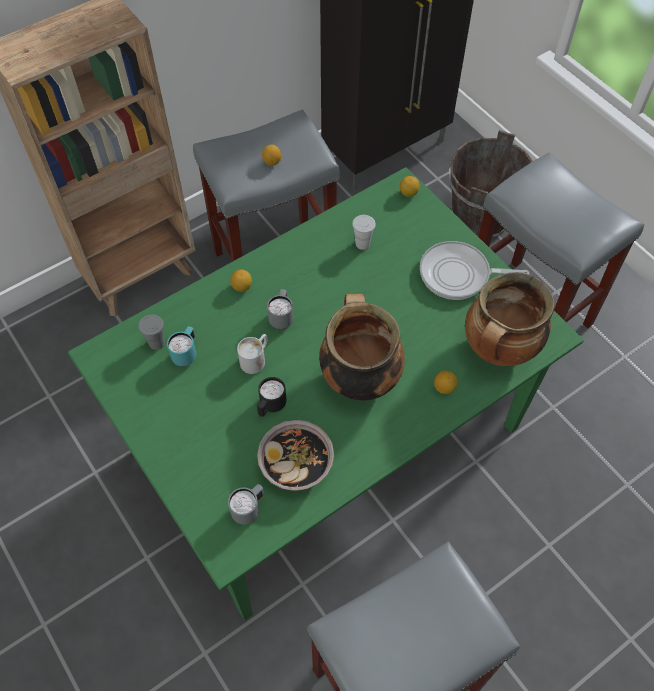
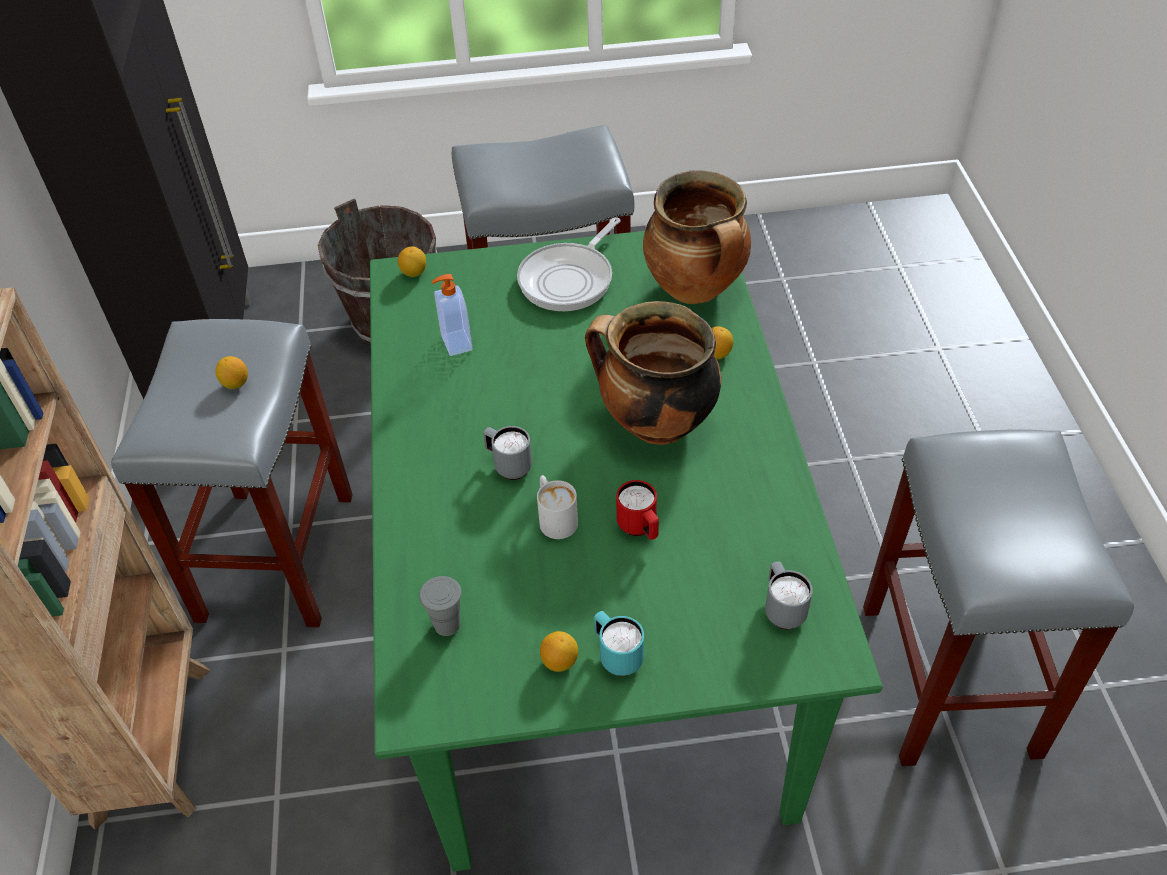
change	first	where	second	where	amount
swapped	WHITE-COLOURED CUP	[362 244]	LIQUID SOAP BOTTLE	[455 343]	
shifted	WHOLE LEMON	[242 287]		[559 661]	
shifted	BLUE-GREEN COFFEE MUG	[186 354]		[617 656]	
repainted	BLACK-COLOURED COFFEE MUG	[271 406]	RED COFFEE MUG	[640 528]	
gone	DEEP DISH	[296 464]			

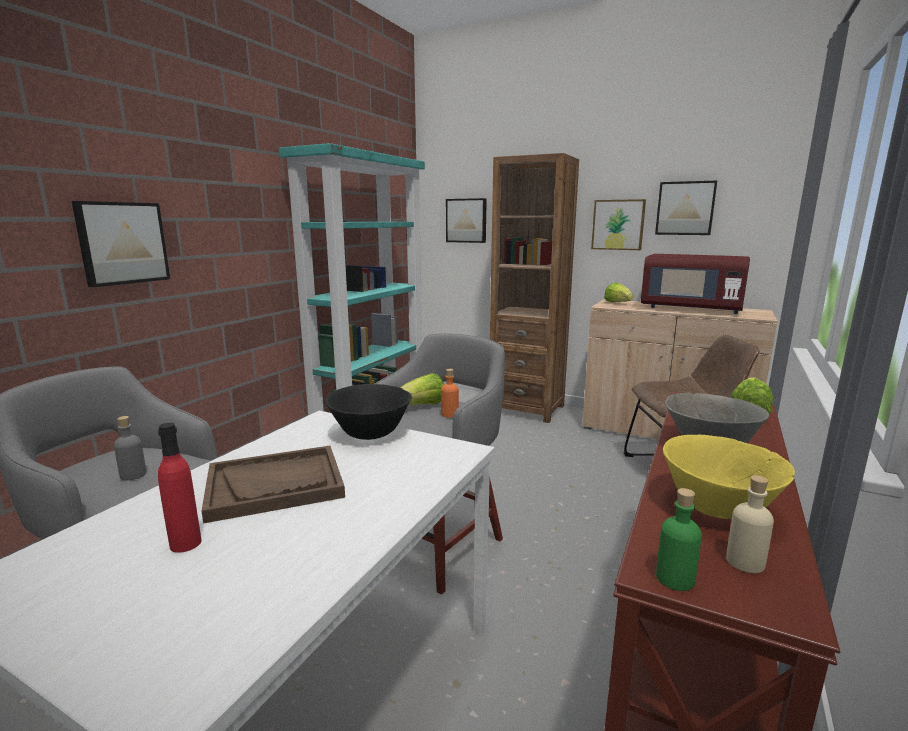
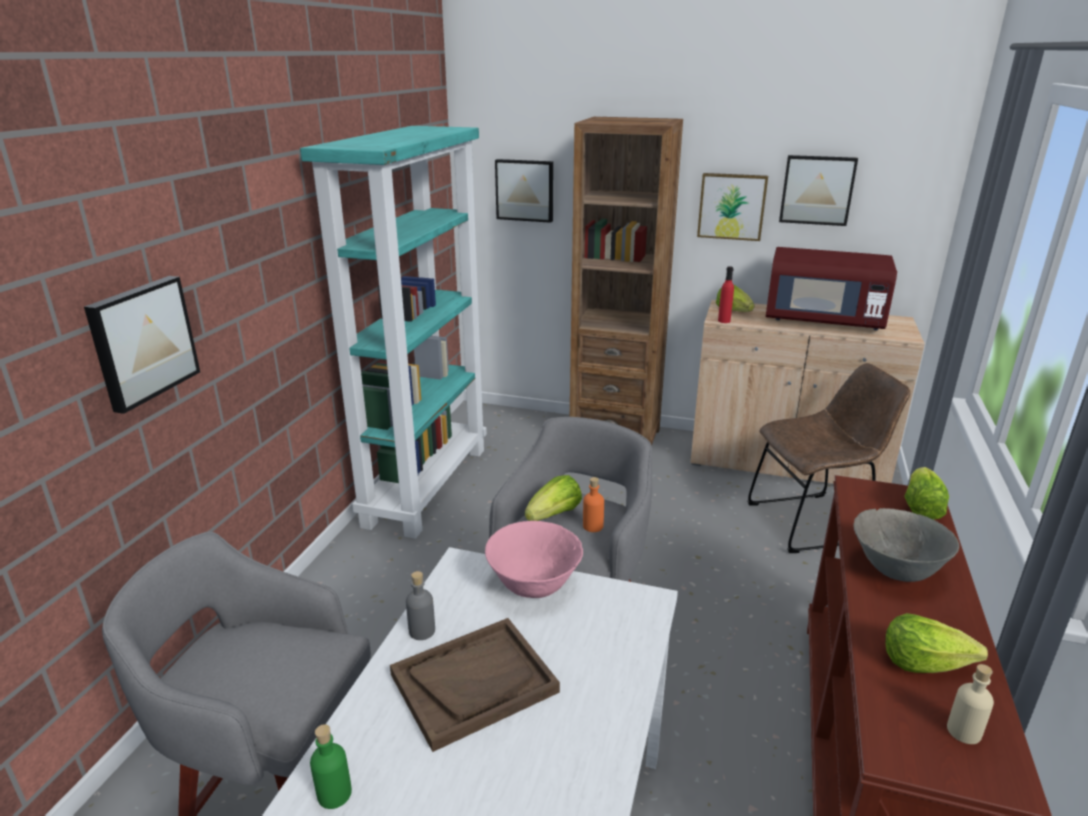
change	first	where	second	where	amount
repainted	BLACK-COLOURED DEEP DISH	[370 434]	PINK-COLOURED DEEP DISH	[533 585]	
shifted	GREYISH BEVERAGE BOTTLE	[133 475]		[422 631]	
shifted	RED BEVERAGE BOTTLE	[185 543]		[724 321]	
swapped	YELLOWISH DEEP DISH	[717 507]	LETTUCE HEAD	[924 662]	
shifted	GREENISH BEVERAGE BOTTLE	[674 578]		[334 794]	

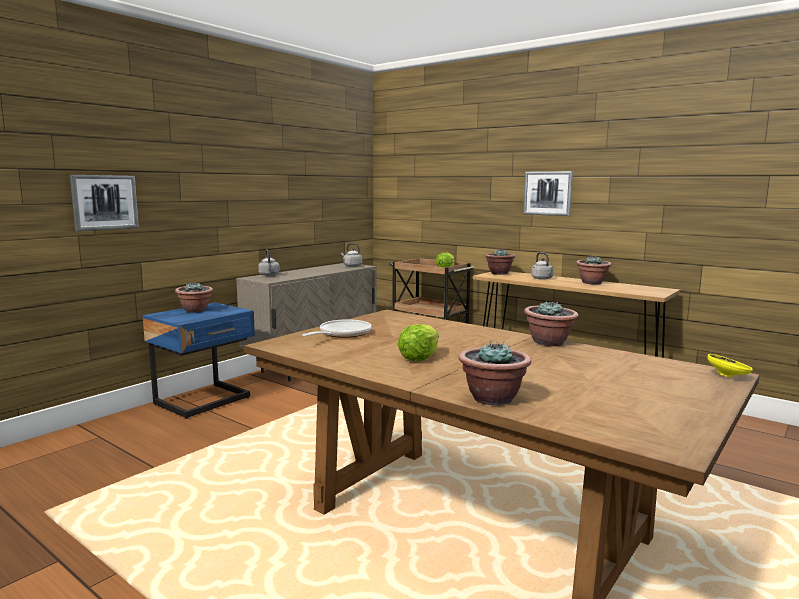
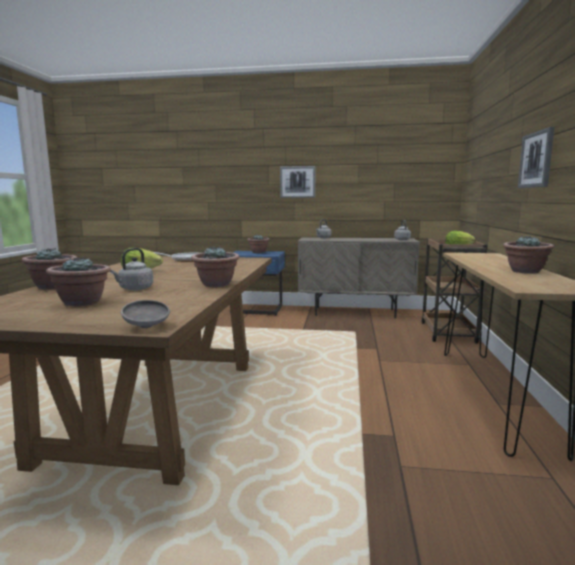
change	first	where	second	where	amount
shifted	PICTURE	[104 202]		[297 182]	
shifted	POTTED PLANT	[499 273]		[82 303]	
shifted	GREYISH WATER KETTLE	[542 279]		[134 289]	
repainted	YELLOWISH DEEP DISH	[728 376]	GREYISH DEEP DISH	[146 327]	

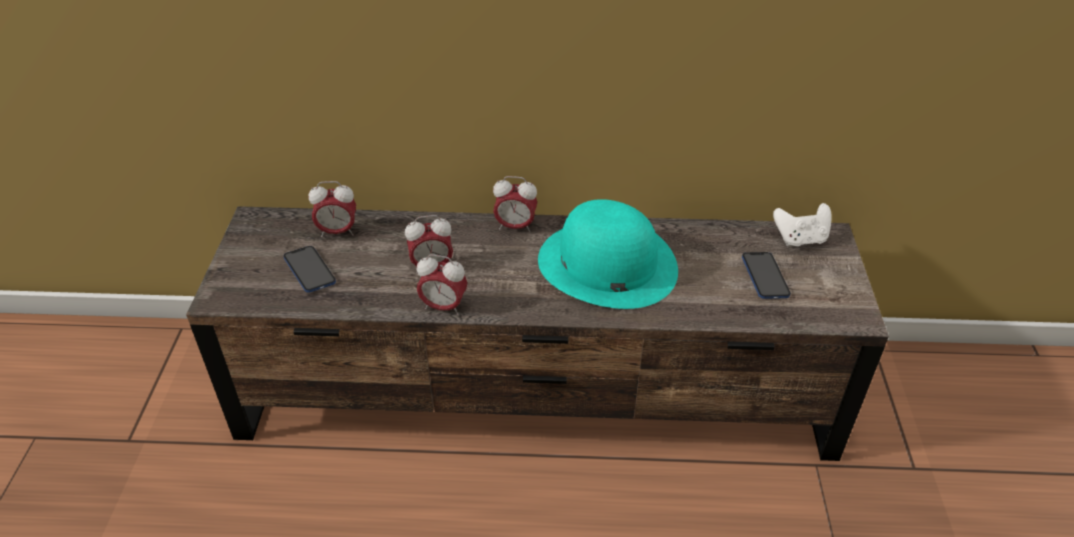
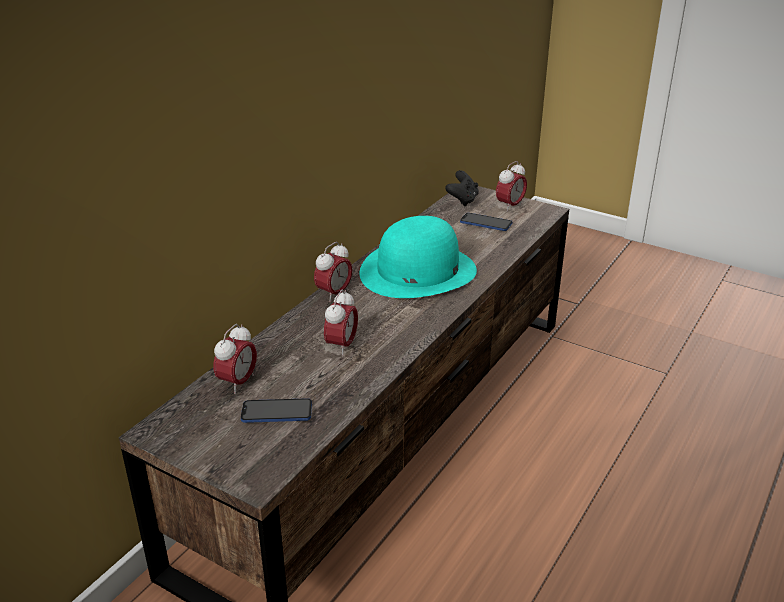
change	first	where	second	where	amount
repainted	WHITE-COLOURED GAMEPAD	[800 239]	BLACK-COLOURED GAMEPAD	[462 200]	
shifted	TABLE CLOCK	[443 307]		[510 206]	

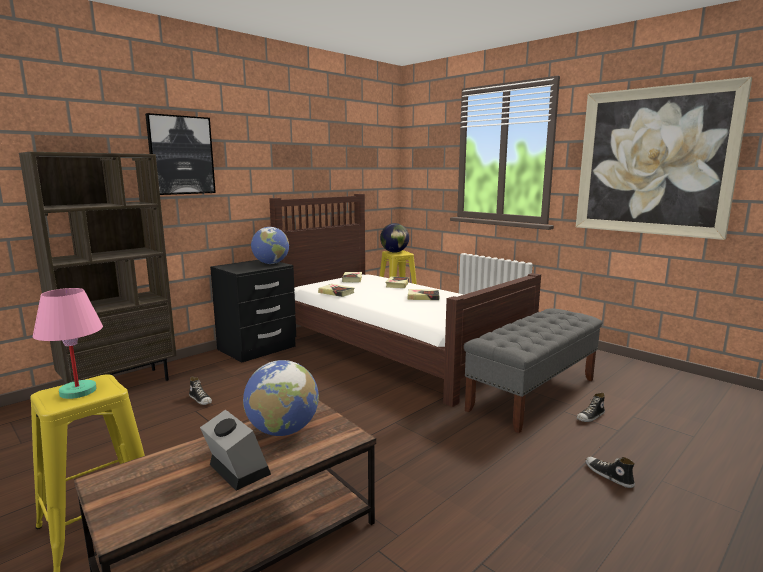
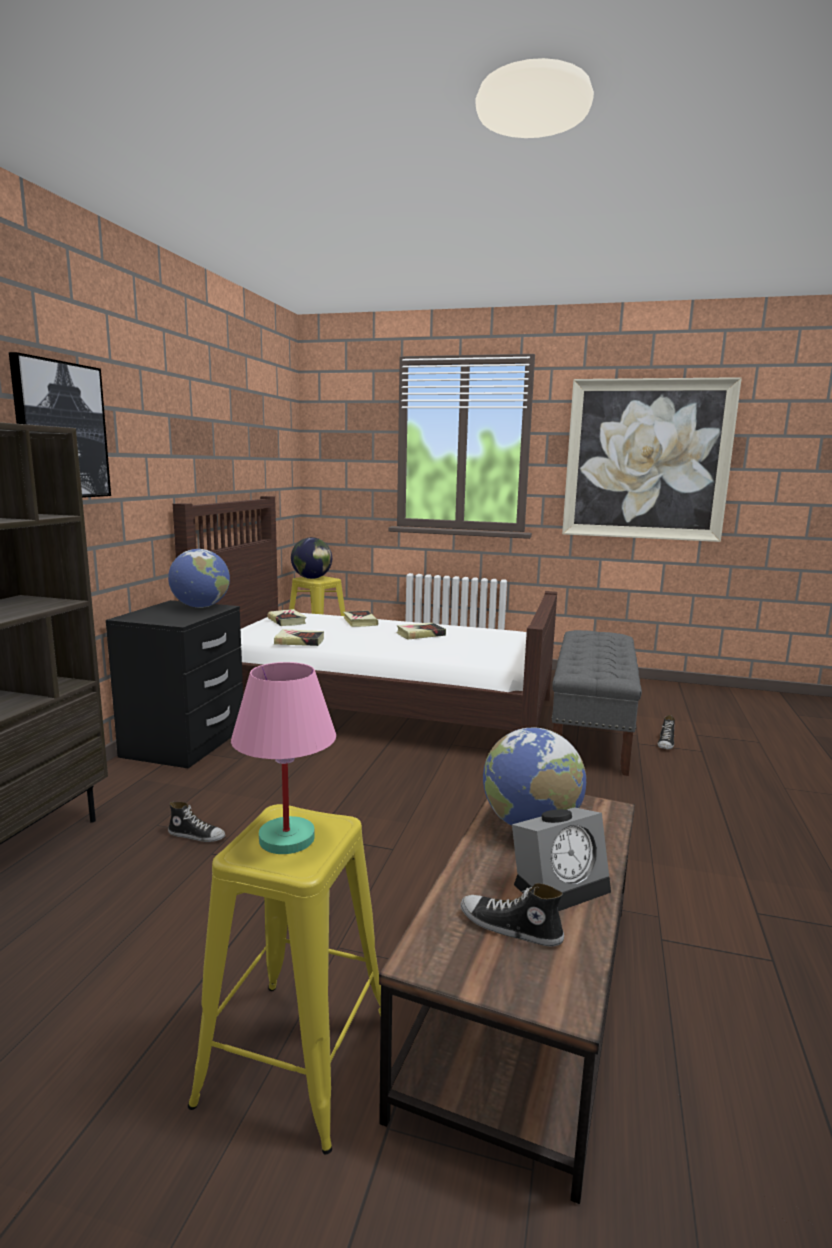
change	first	where	second	where	amount
rotated	TABLE CLOCK	[235 469]		[561 885]	135 degrees clockwise
shifted	ITEM OF FOOTWEAR	[608 475]		[510 927]	

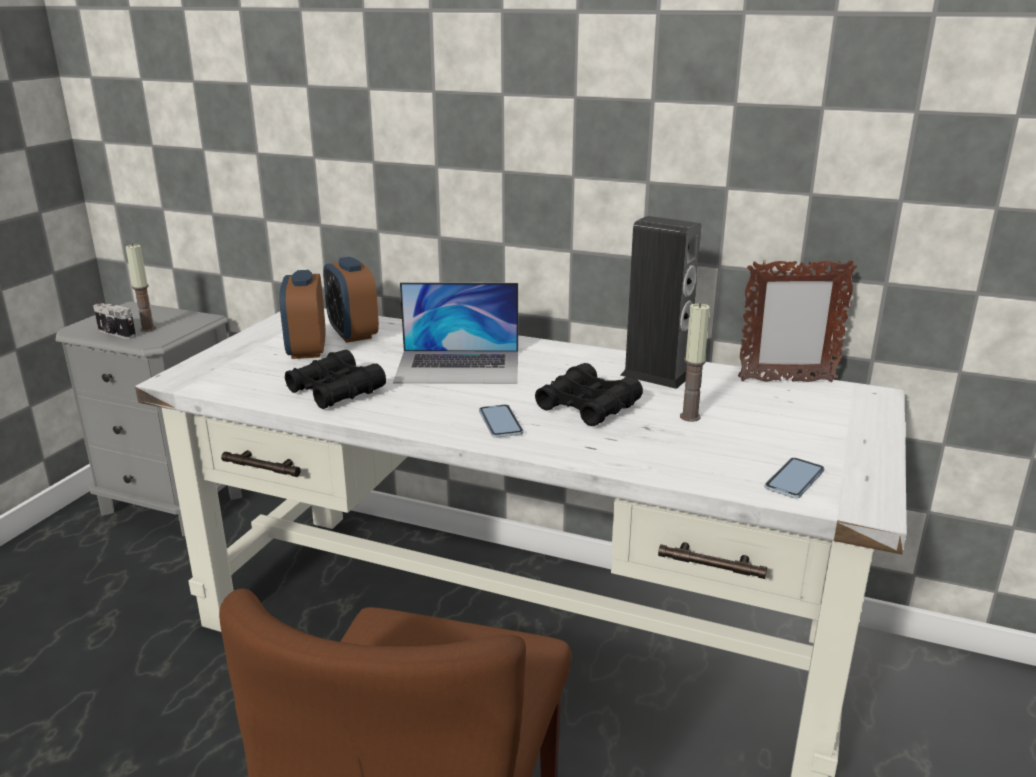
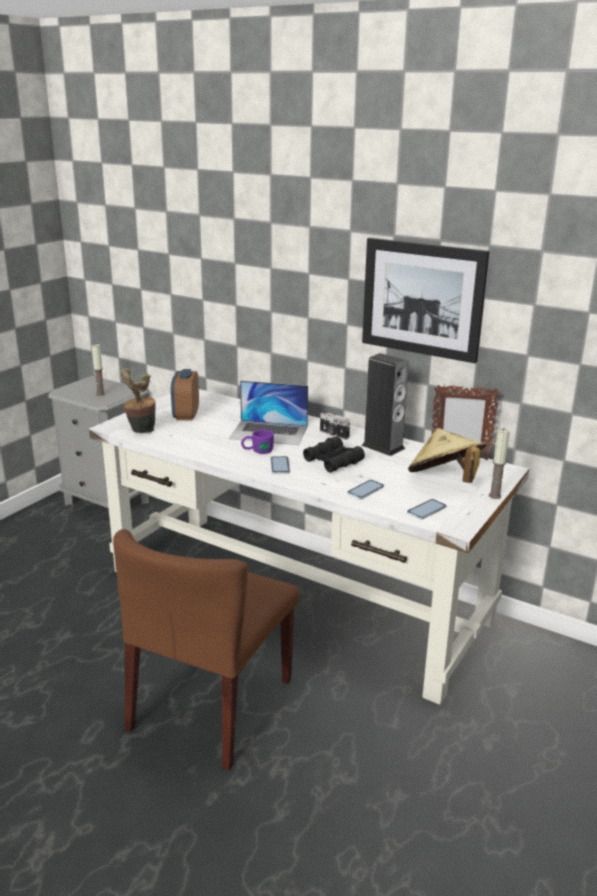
change	first	where	second	where	amount
gone	TABLE CLOCK	[353 334]			
shifted	STILL CAMERA	[115 334]		[333 435]	
shifted	CANDLE	[690 417]		[495 496]	
gone	BLACK-COLOURED FIELD GLASSES	[335 391]			
new			PICTURE	[422 299]	
new			POTTED PLANT	[140 431]	
new			BEIGE HAT	[444 480]	
new			PURPLISH COFFEE MUG	[257 451]	
new			PHONE	[365 490]	

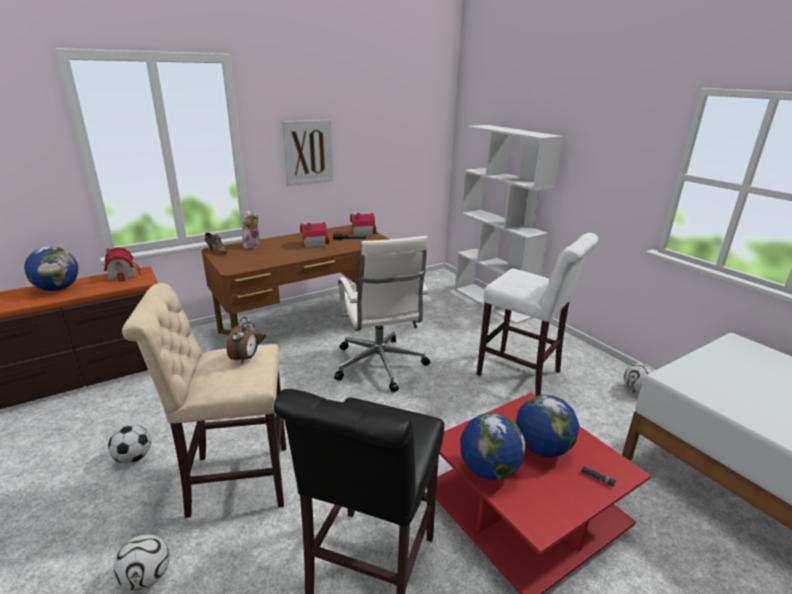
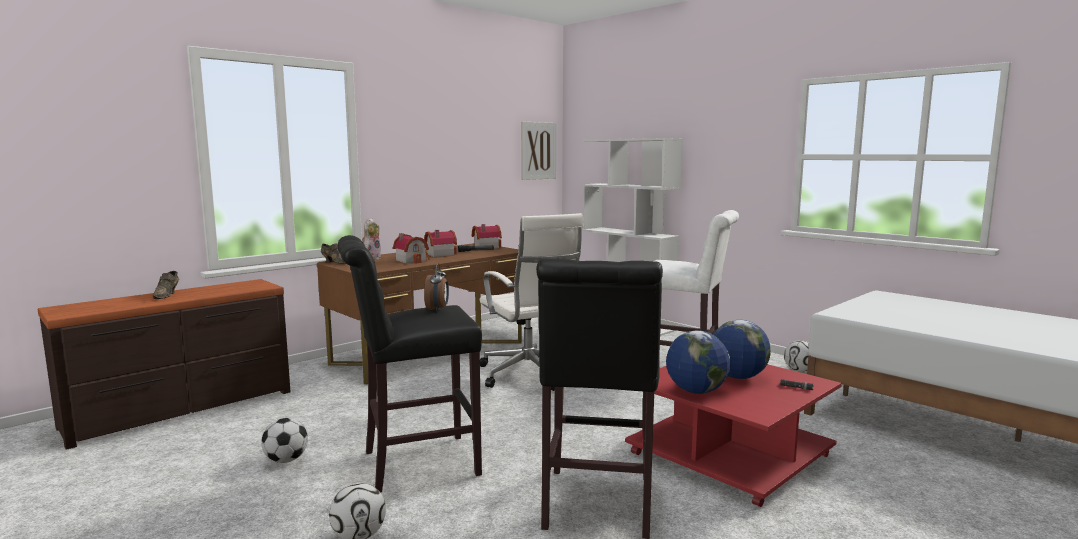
change	first	where	second	where	amount
shifted	PICTURE	[308 152]		[538 150]	
swapped	DESK GLOBE	[58 289]	BROWN ITEM OF FOOTWEAR	[167 295]	
shifted	MODEL HOUSE	[124 274]		[412 260]	
repainted	BEIGE STOOL SEAT	[233 480]	BLACK-COLOURED STOOL SEAT	[414 464]	

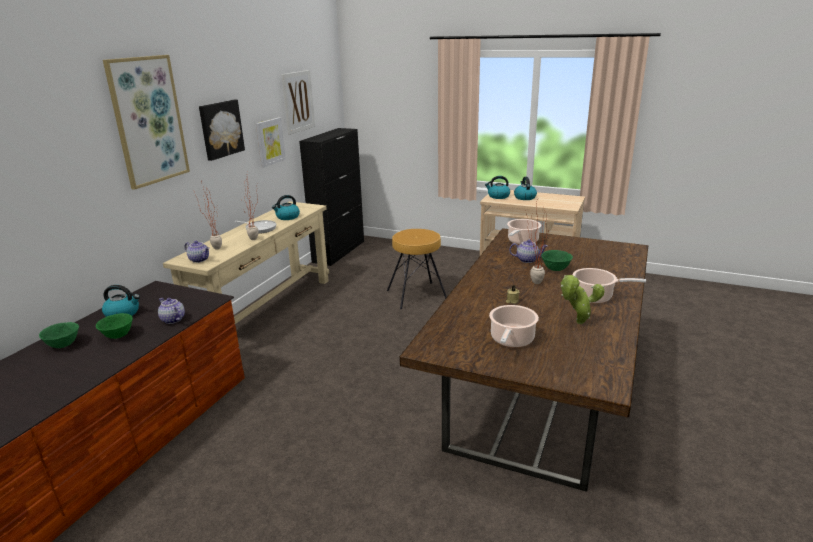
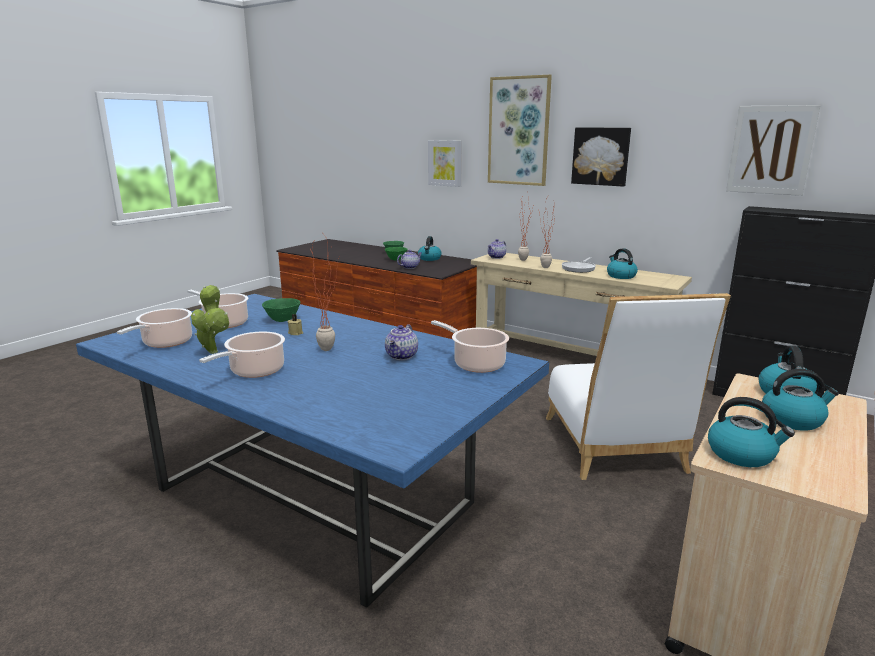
change	first	where	second	where	amount
shifted	PICTURE	[270 142]		[445 163]	
repainted	BROWN DINNER TABLE	[537 396]	BLUE-COLOURED DINNER TABLE	[315 497]	
swapped	BROWN STOOL SEAT	[417 295]	WHITE-COLOURED UPRIGHT CHAIR	[615 449]	
shifted	GREENISH DEEP DISH	[555 269]		[282 320]	
new			COOKING POT	[165 343]	
new			WATER KETTLE	[742 454]	

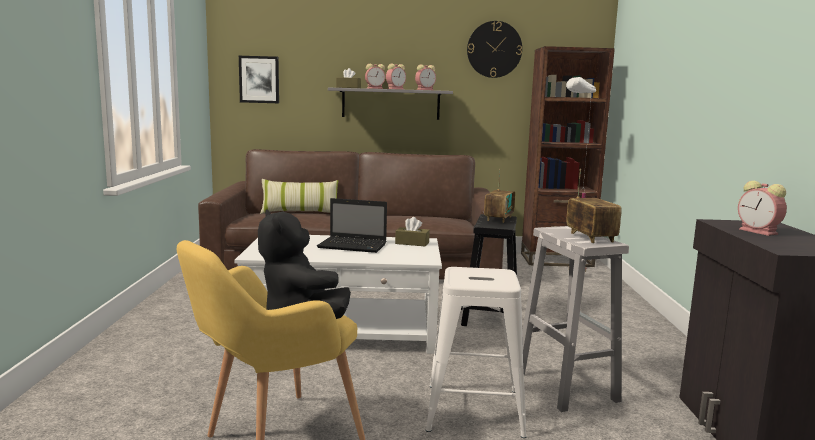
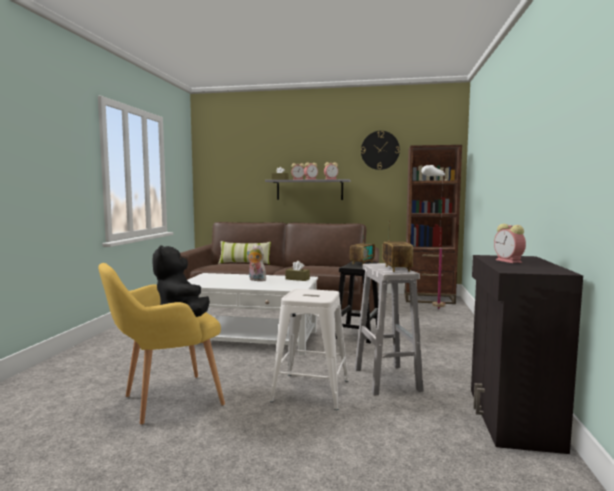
change	first	where	second	where	amount
gone	PICTURE	[259 79]			
swapped	PORTABLE COMPUTER	[354 246]	CUDDLY TOY	[256 280]	

